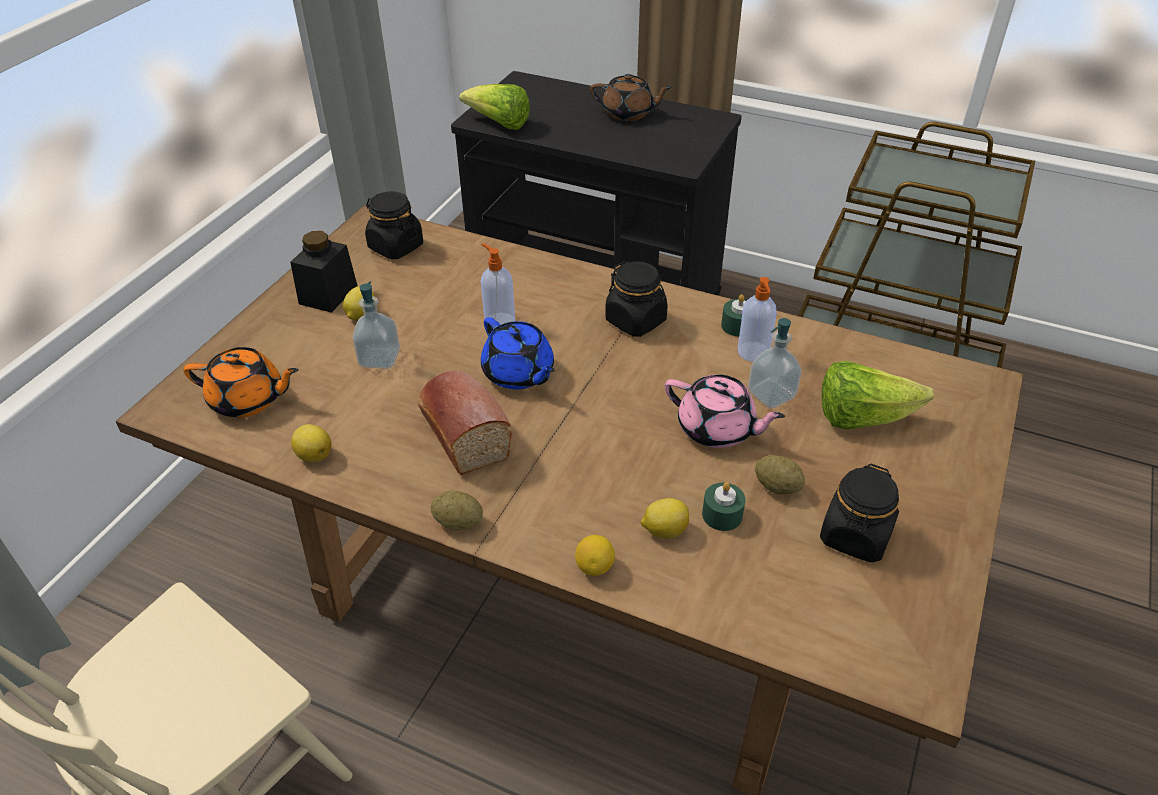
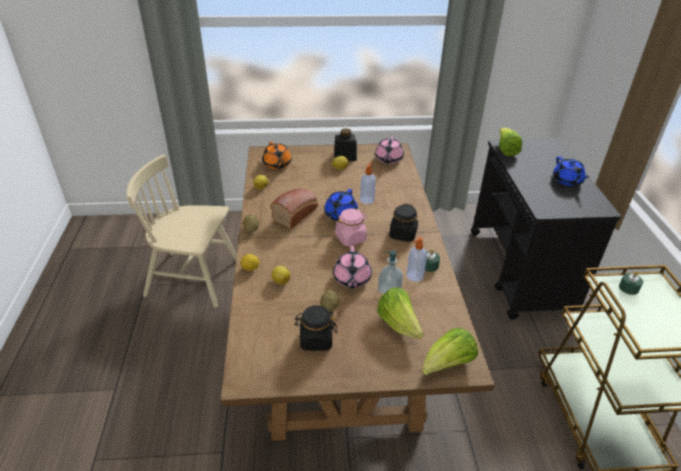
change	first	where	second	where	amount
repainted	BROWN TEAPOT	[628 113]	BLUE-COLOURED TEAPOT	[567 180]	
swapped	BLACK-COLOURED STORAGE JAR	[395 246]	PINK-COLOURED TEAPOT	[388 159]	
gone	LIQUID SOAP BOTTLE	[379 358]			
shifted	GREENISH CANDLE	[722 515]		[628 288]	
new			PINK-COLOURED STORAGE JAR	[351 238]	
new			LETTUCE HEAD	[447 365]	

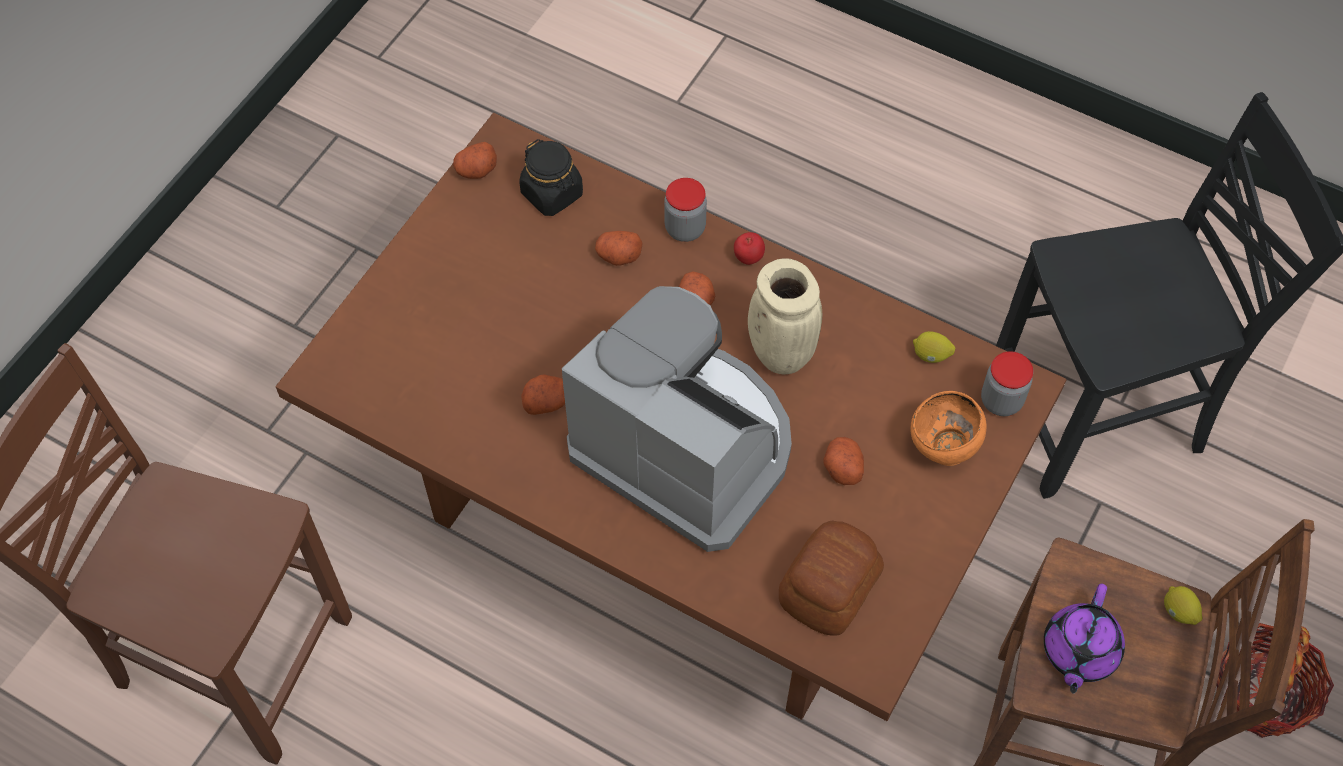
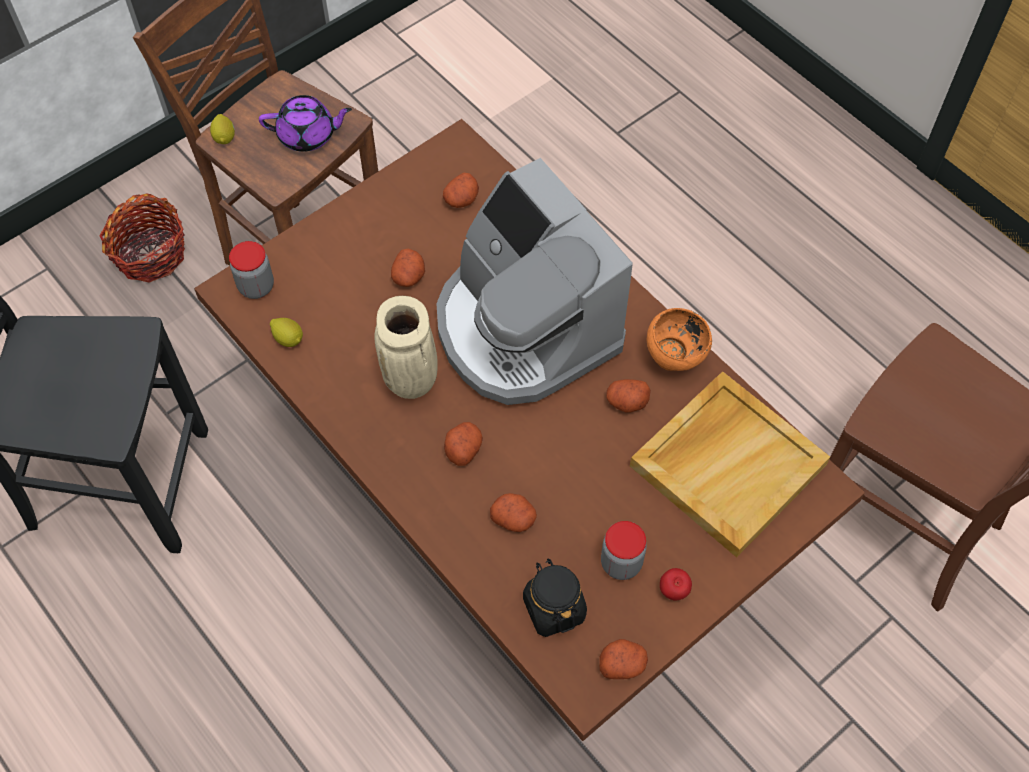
change	first	where	second	where	amount
shifted	STORAGE JAR	[685 228]		[621 563]	
shifted	WHOLE APPLE	[748 258]		[673 591]	
shifted	ORANGE DEEP DISH	[942 450]		[674 358]	
swapped	BAKERY BREAD	[831 588]	POTATO	[461 199]	
rotated	PURPLISH TEAPOT	[1079 651]		[308 135]	45 degrees clockwise
new			BEIGE SERVING TRAY	[727 464]	

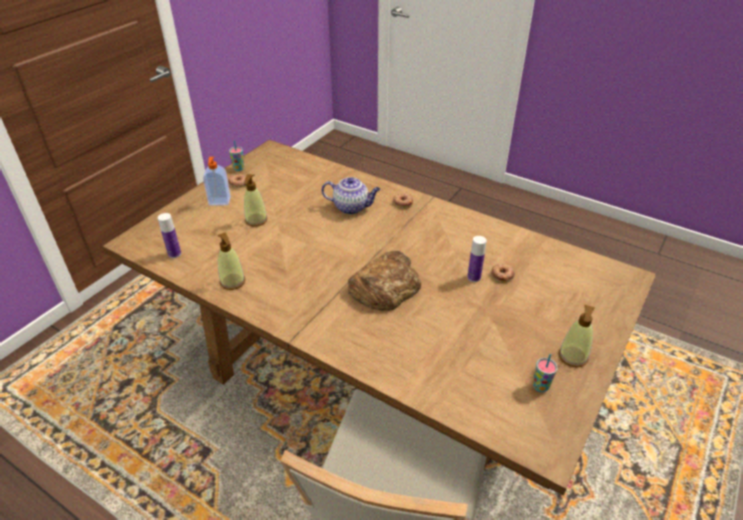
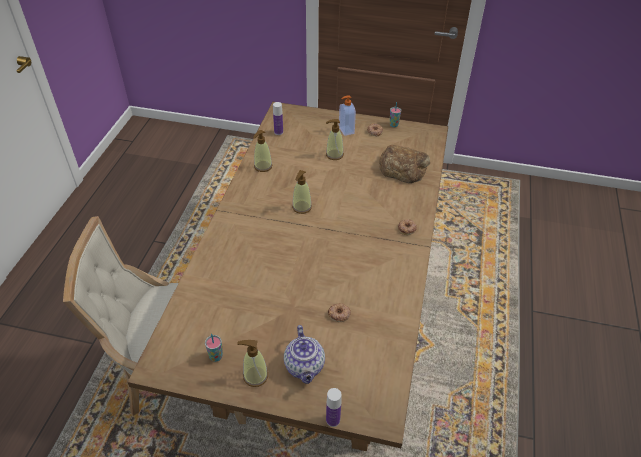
change	first	where	second	where	amount
shifted	TEAPOT	[352 207]		[305 367]	
shifted	BEVERAGE BOTTLE	[474 277]		[333 420]	
shifted	BAKERY BREAD	[385 287]		[403 168]	
new			LIQUID SOAP BOTTLE	[301 207]	

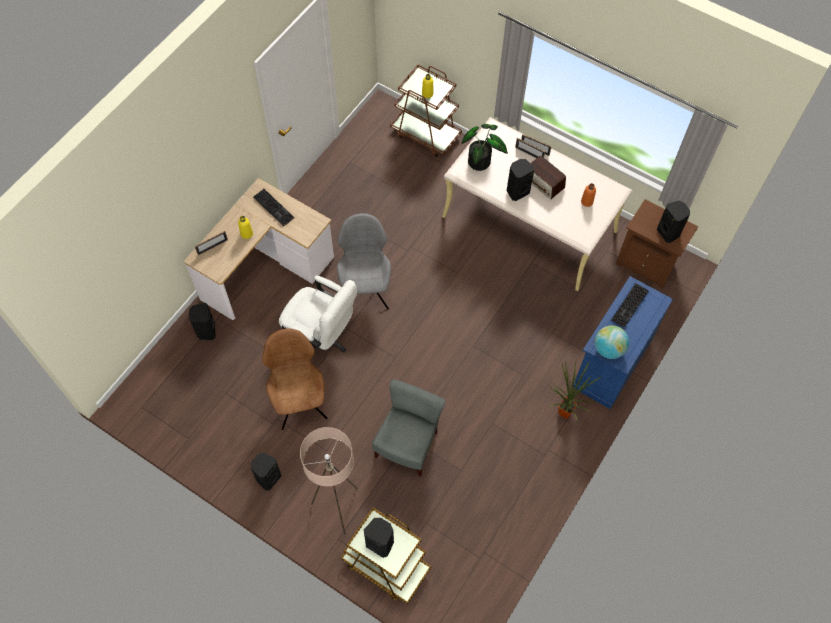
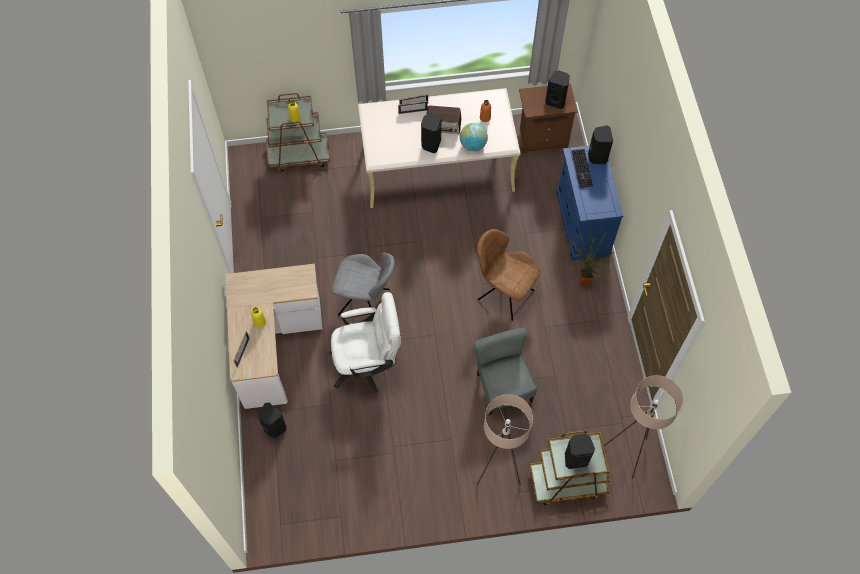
change	first	where	second	where	amount
gone	POTTED PLANT	[481 160]			
gone	COMPUTER KEYBOARD	[275 207]			
rotated	GREYISH UPRIGHT CHAIR	[366 289]		[366 303]	150 degrees clockwise
shifted	DESK GLOBE	[608 349]		[473 145]	
shifted	BROWN UPRIGHT CHAIR	[299 401]		[504 294]	
shifted	BLACK-COLOURED AUDIO SPEAKER	[268 477]		[597 156]	
new			BEIGE STANDING LAMP	[627 454]	

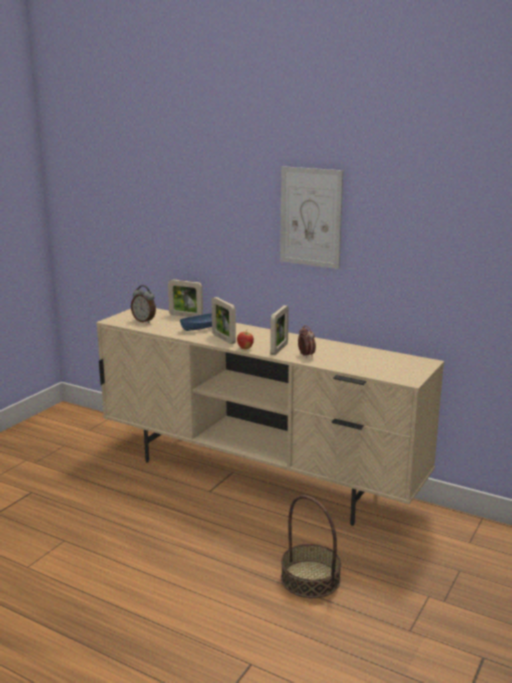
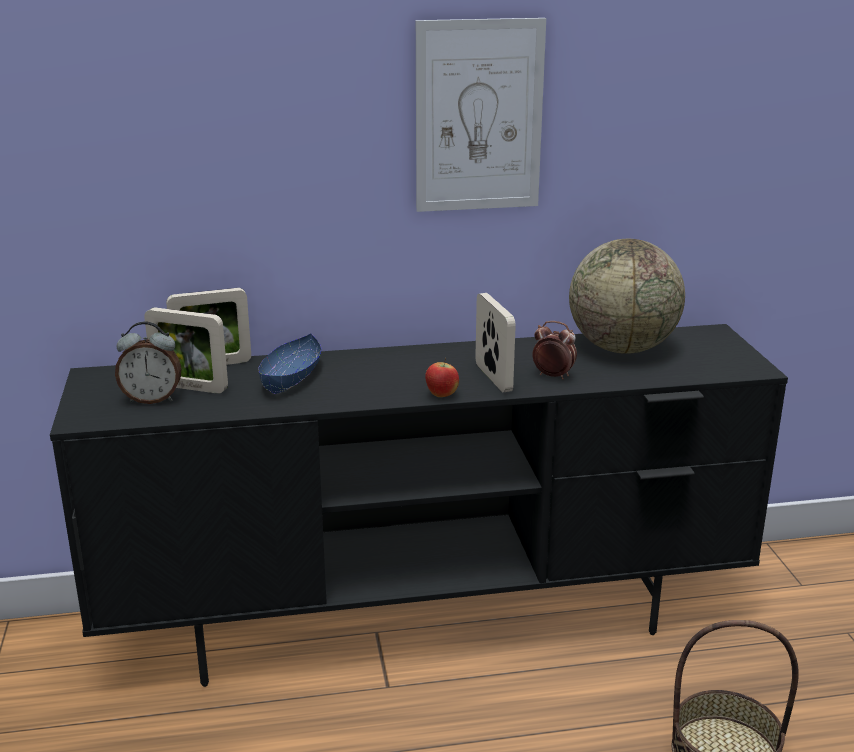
change	first	where	second	where	amount
shifted	PHOTO FRAME	[223 339]		[190 387]	
repainted	BEIGE TV UNIT	[259 478]	BLACK-COLOURED TV UNIT	[429 621]	
new			DESK GLOBE	[622 348]	

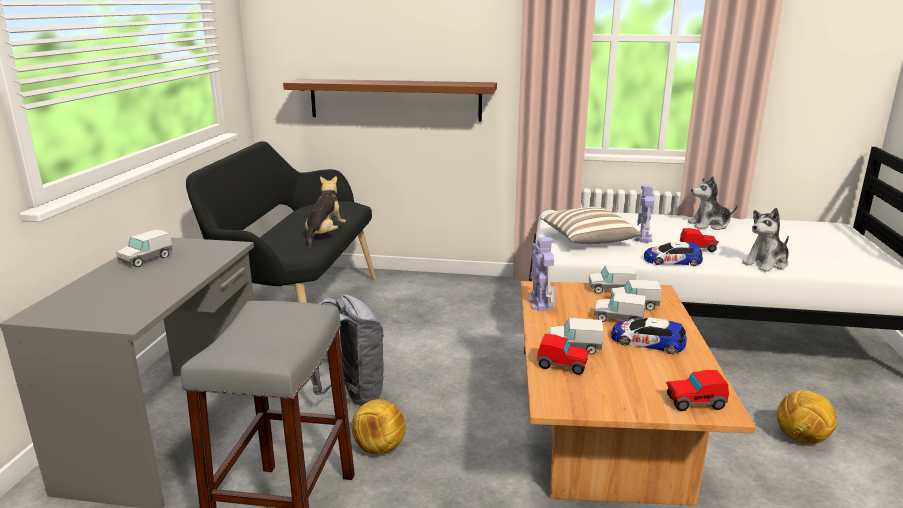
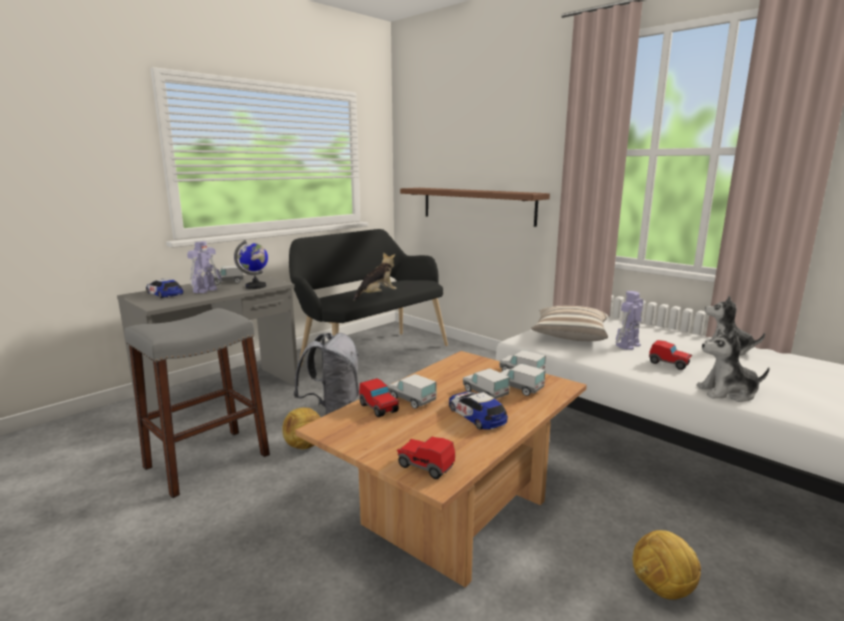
change	first	where	second	where	amount
shifted	ROBOT FIGURE	[540 303]		[206 290]	
shifted	TOY CAR	[672 261]		[164 293]	
new			DESK GLOBE	[256 286]	

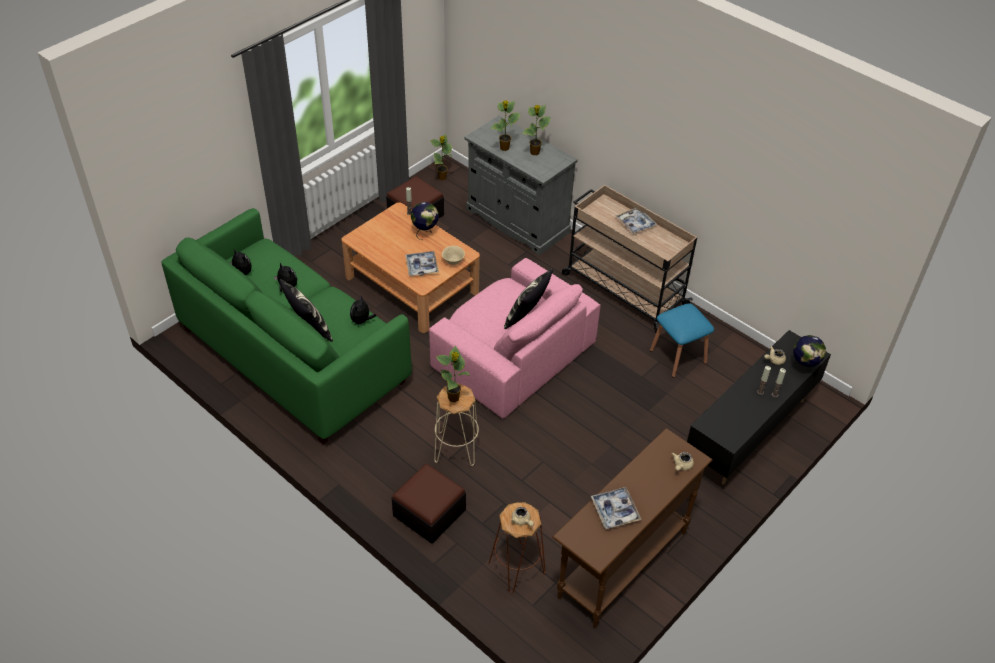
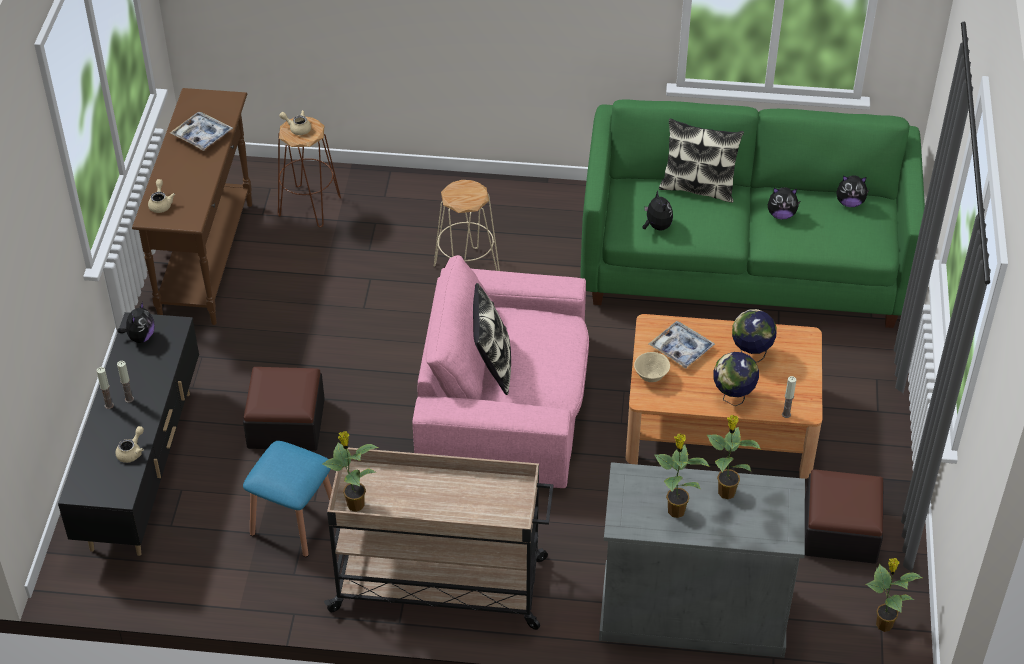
change	first	where	second	where	amount
gone	SERVING TRAY	[635 223]			
shifted	DESK GLOBE	[803 367]		[750 355]	
shifted	POTTED PLANT	[454 398]		[354 504]	
shifted	POUFFE	[429 512]		[286 423]	
new			CUDDLY TOY	[140 337]	

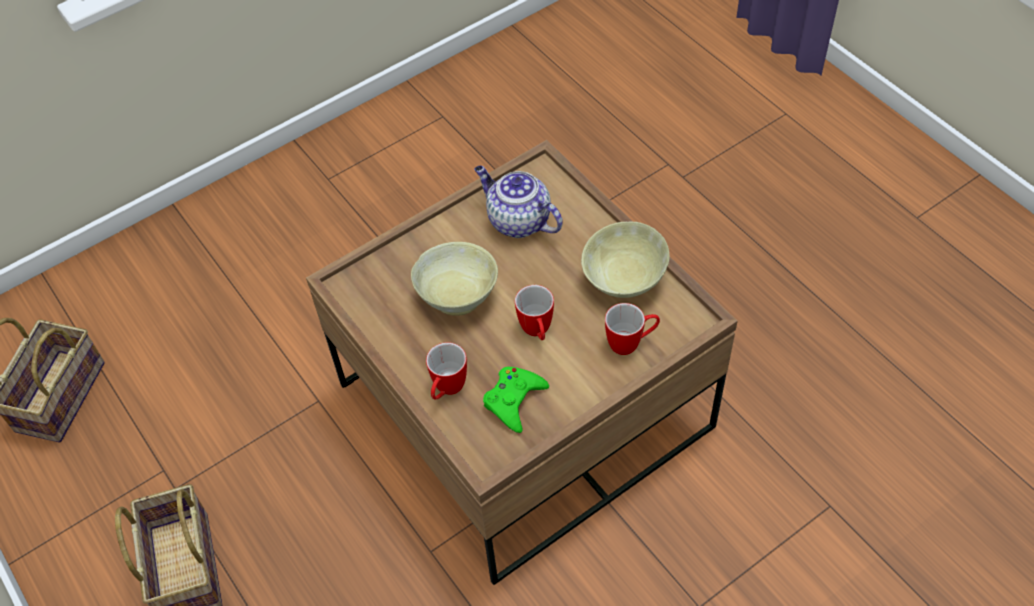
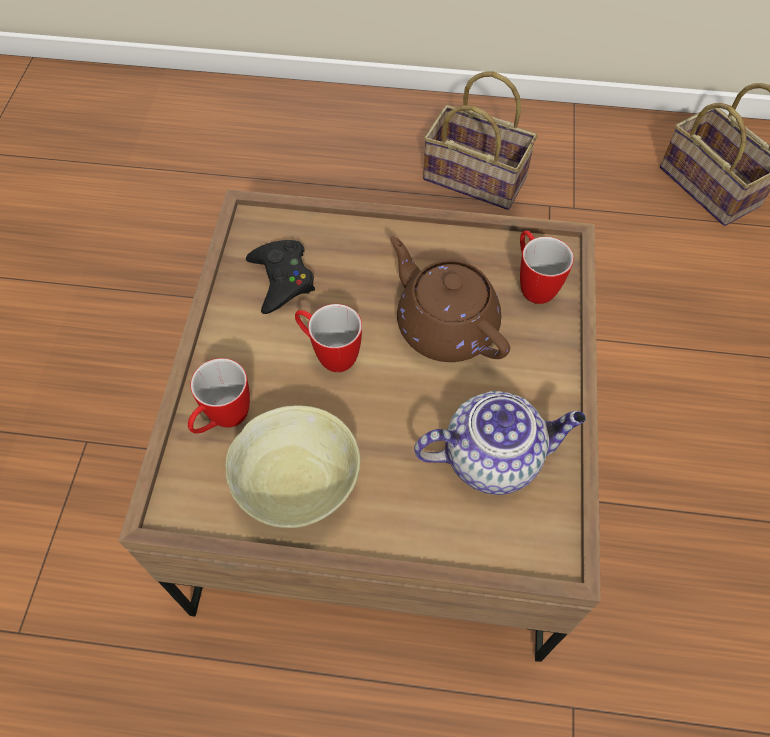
change	first	where	second	where	amount
swapped	BEIGE DEEP DISH	[459 296]	BROWN TEAPOT	[444 325]	
shifted	COFFEE MUG	[447 390]		[532 284]	
repainted	GREENISH GAMEPAD	[514 400]	BLACK-COLOURED GAMEPAD	[282 279]	

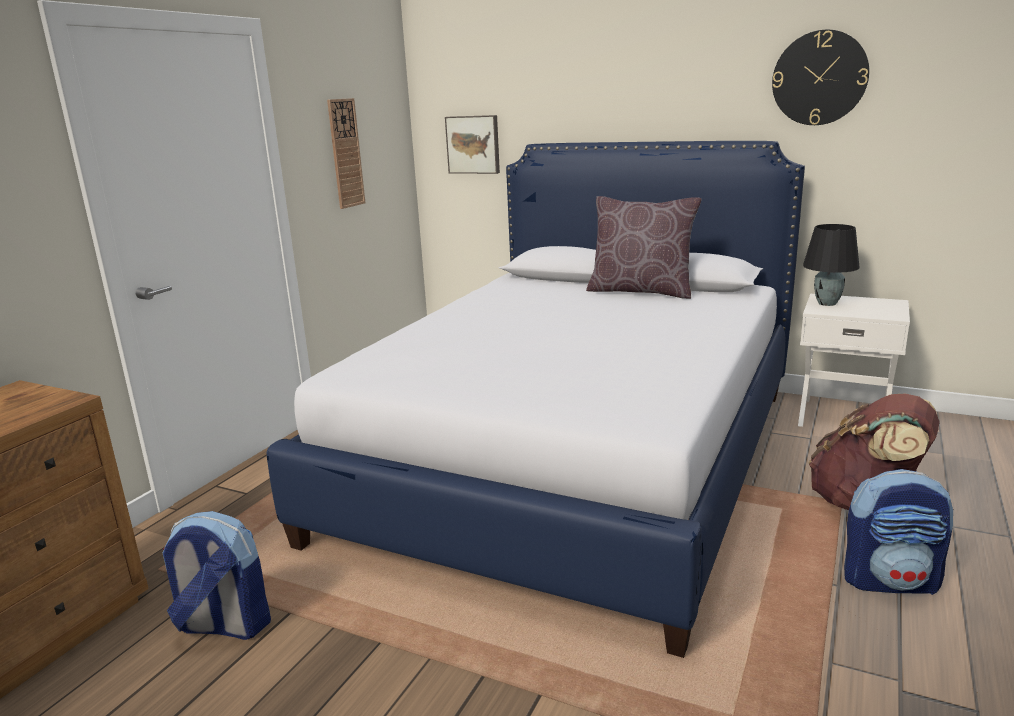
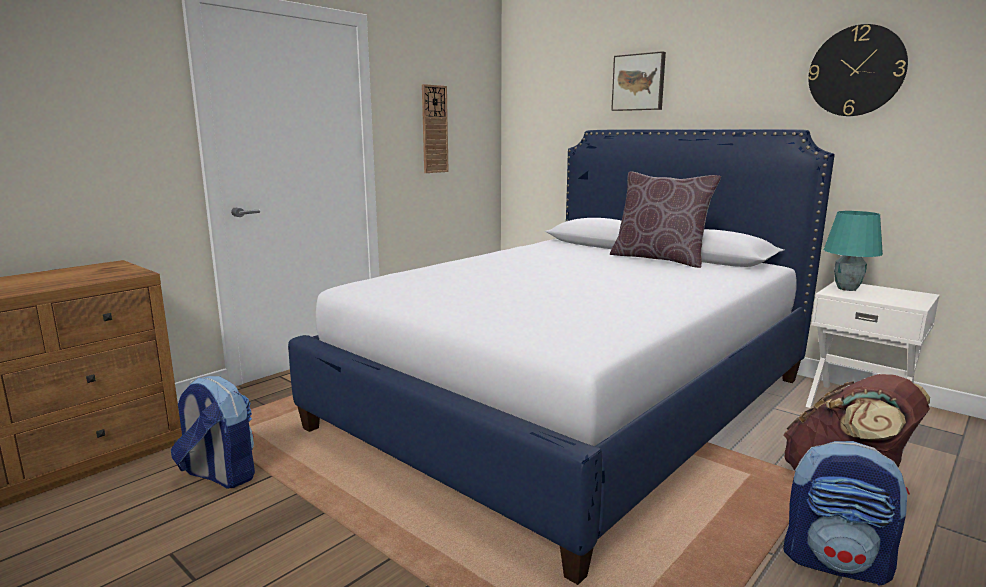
change	first	where	second	where	amount
shifted	PICTURE	[473 144]		[639 82]	
repainted	BLACK-COLOURED TABLE LAMP	[826 303]	BLUE-GREEN TABLE LAMP	[846 288]	

